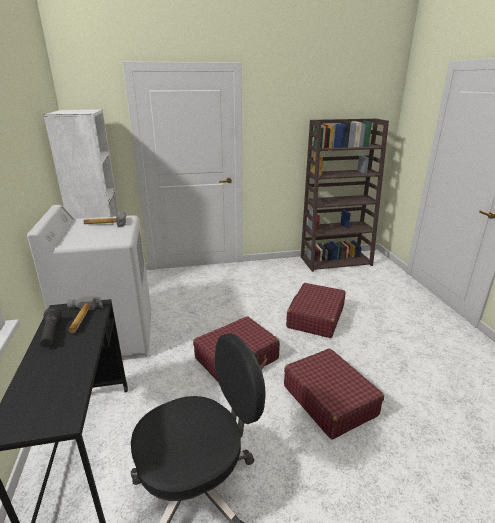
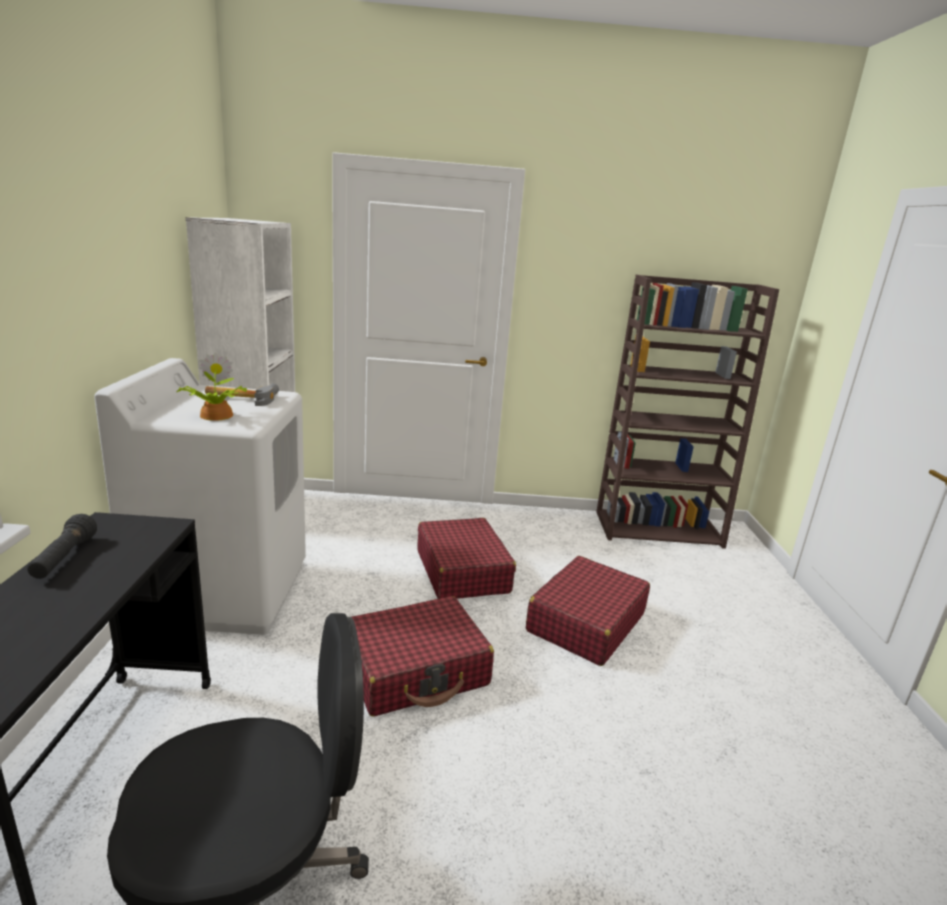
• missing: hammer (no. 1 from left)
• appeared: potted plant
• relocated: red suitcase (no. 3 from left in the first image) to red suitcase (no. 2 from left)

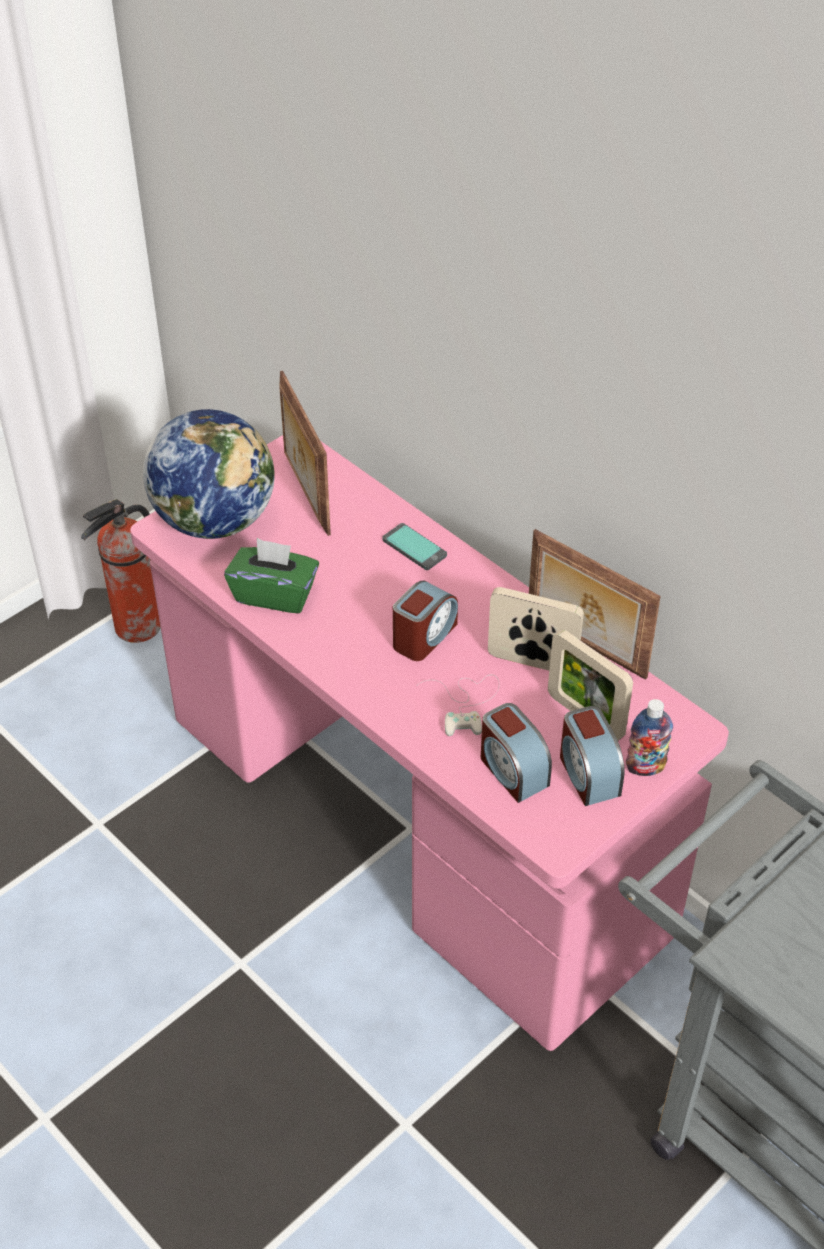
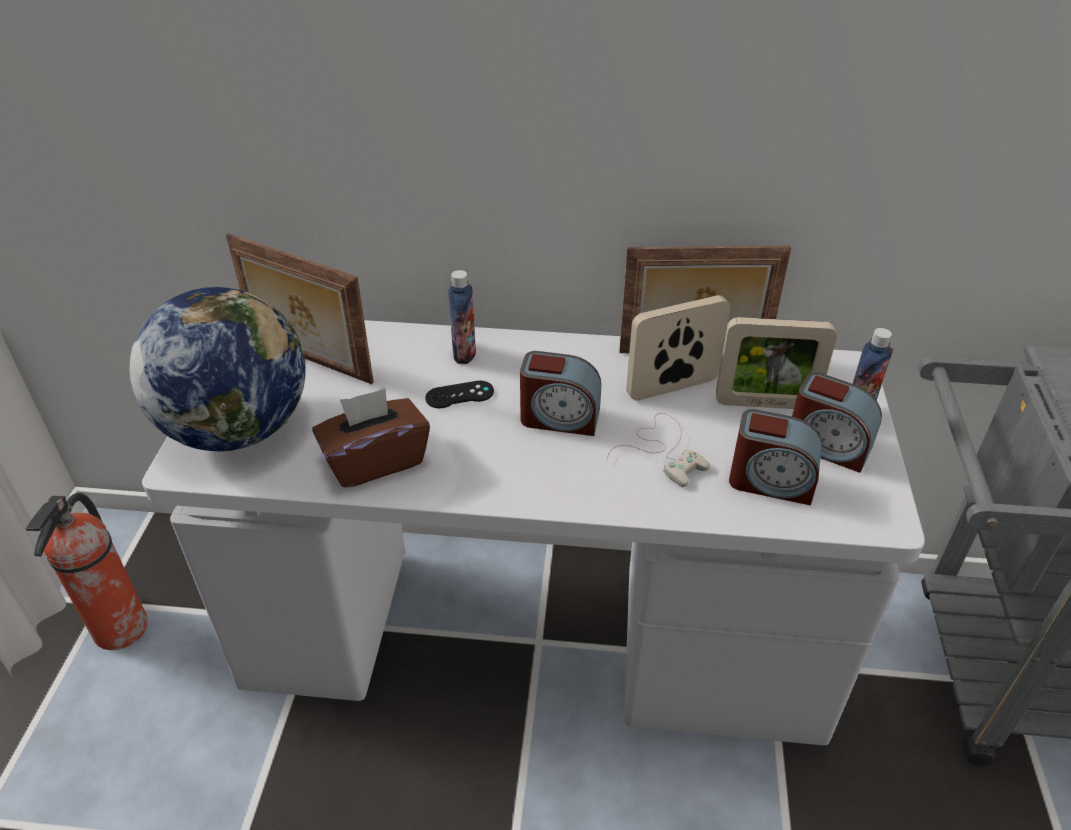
• appeared: black game controller
• exchanged: phone to bottle (no. 1 from left)
• colour: pink desk to white desk
• colour: green tissue box to brown tissue box
• spun: alarm clock (no. 1 from left) 105 degrees clockwise

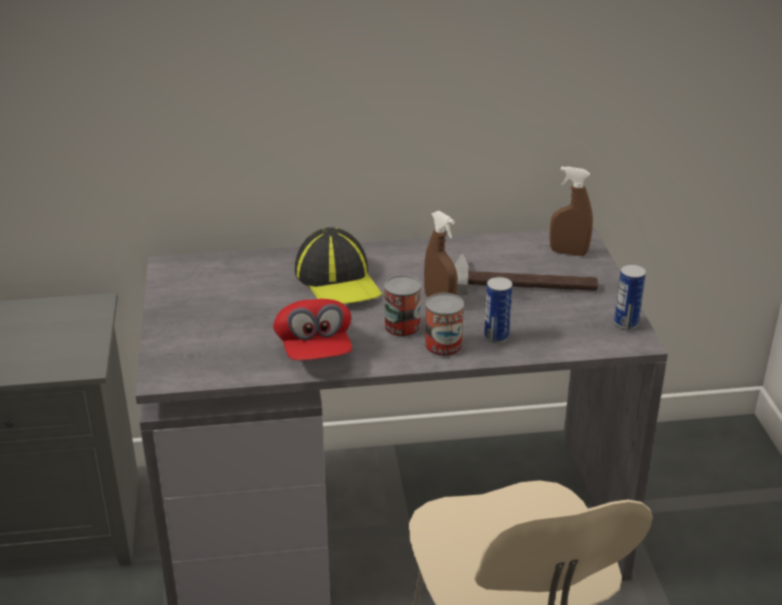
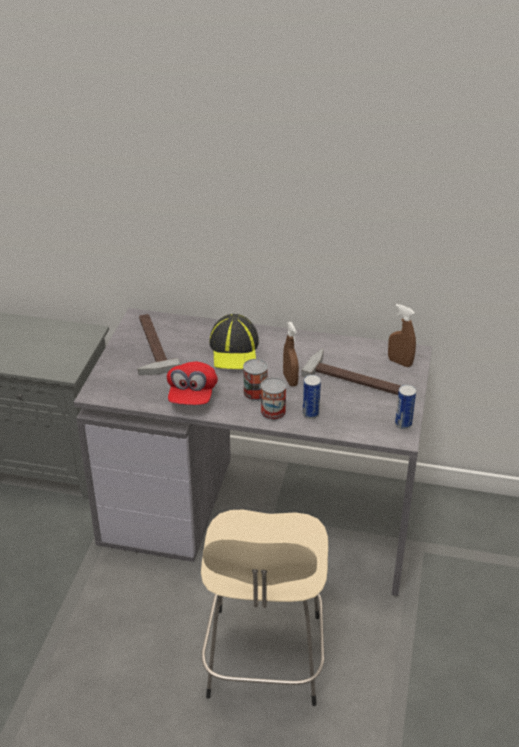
• appeared: hammer (no. 1 from left)

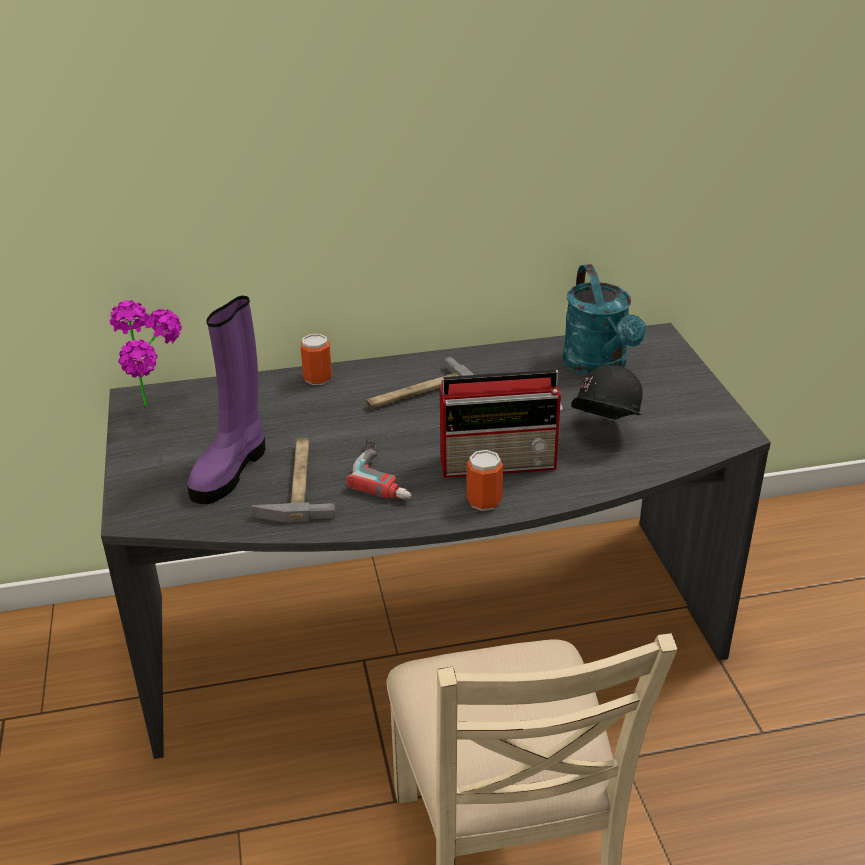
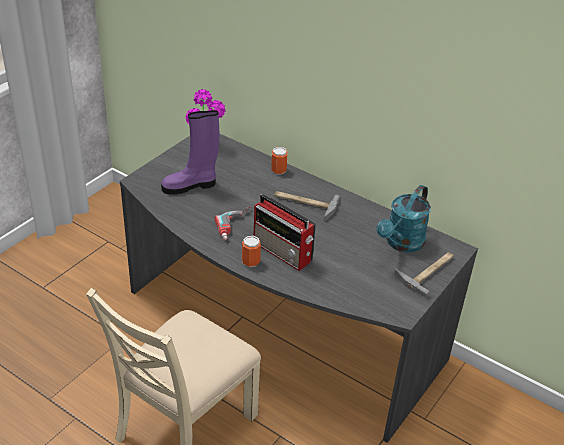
• missing: black hard hat
• relocated: hammer (no. 1 from left in the first image) to hammer (no. 2 from left)

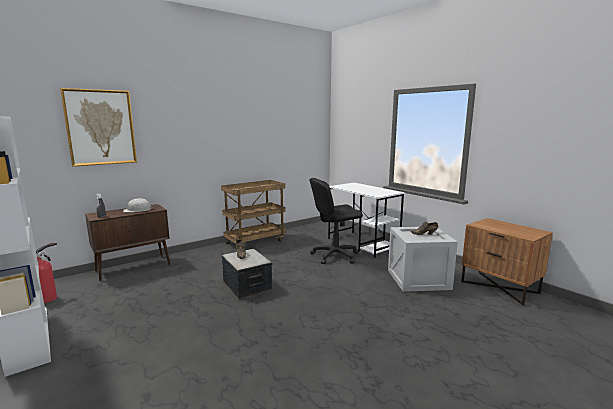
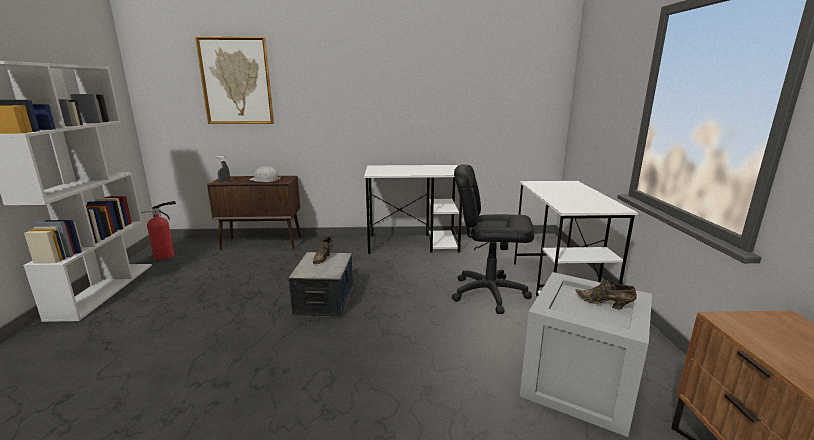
• exchanged: brown cart to white desk (no. 1 from left)

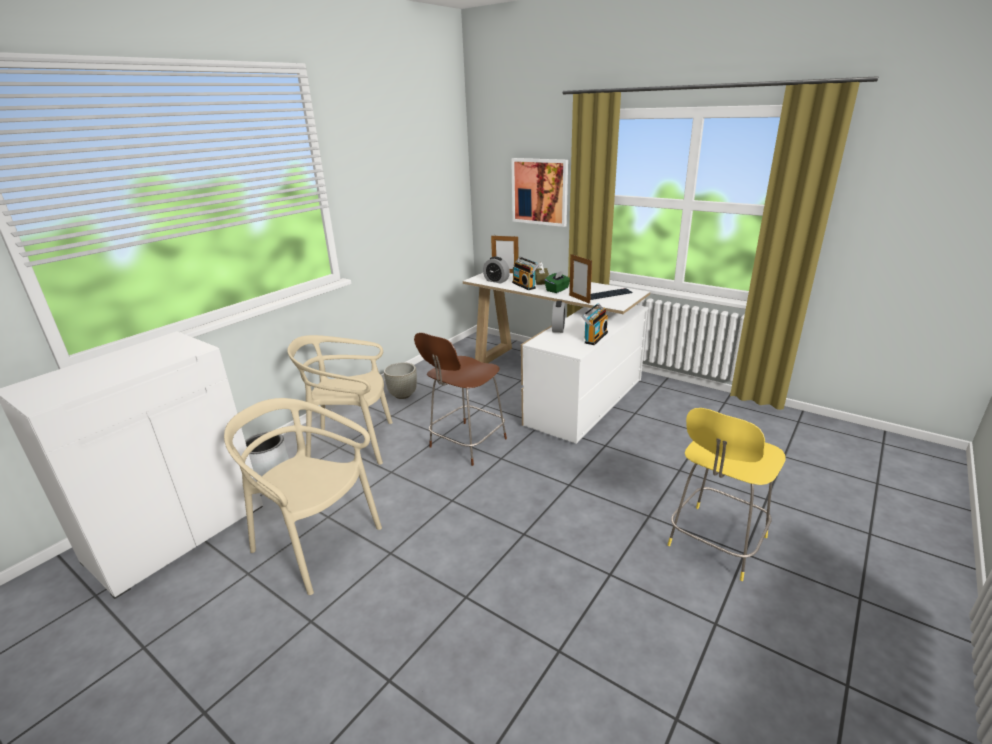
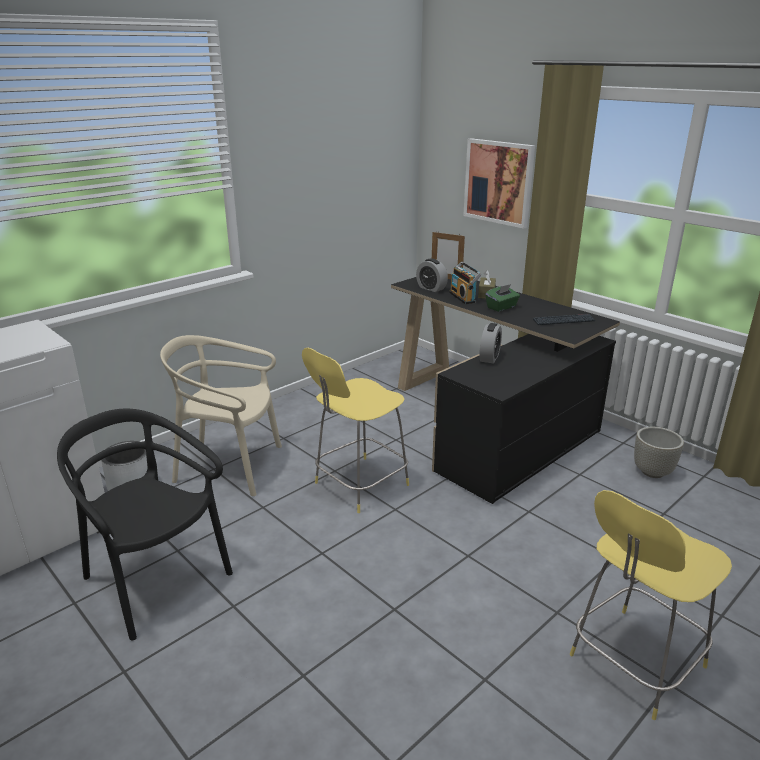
• missing: picture frame (no. 2 from left)
• missing: radio (no. 2 from left)
• relocated: grey planter (no. 2 from left)
• colour: beige chair (no. 1 from left) to black chair
• colour: brown stool to yellow stool (no. 1 from left)
• colour: white desk to black desk

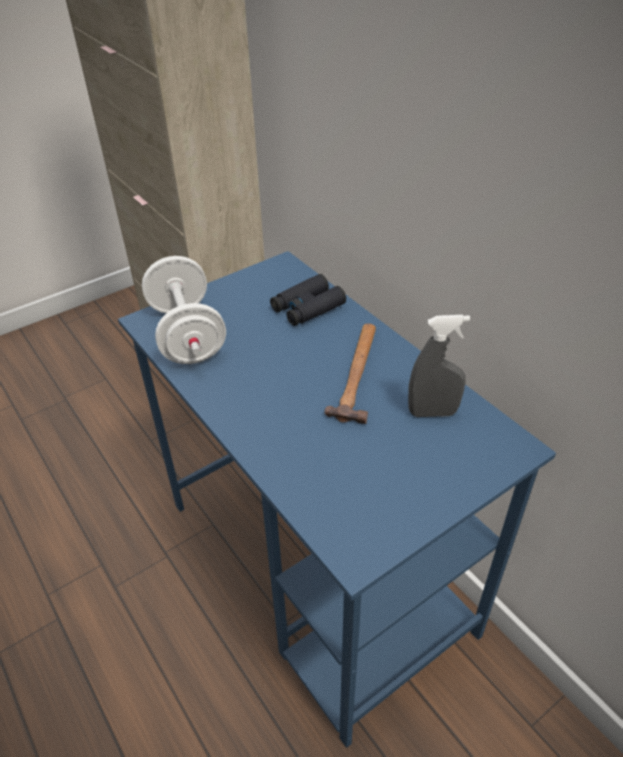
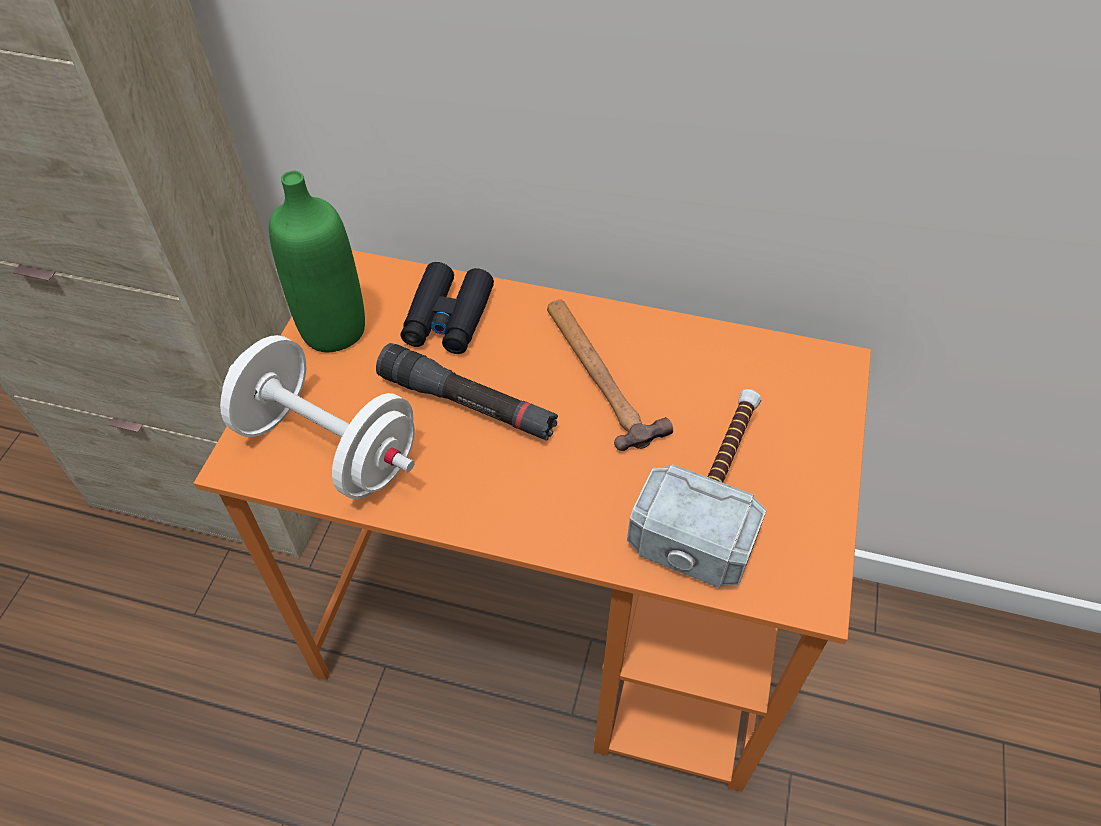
• missing: grey spray bottle
• appeared: green bottle
• appeared: black flashlight
• appeared: hammer (no. 2 from left)
• colour: blue desk to orange desk

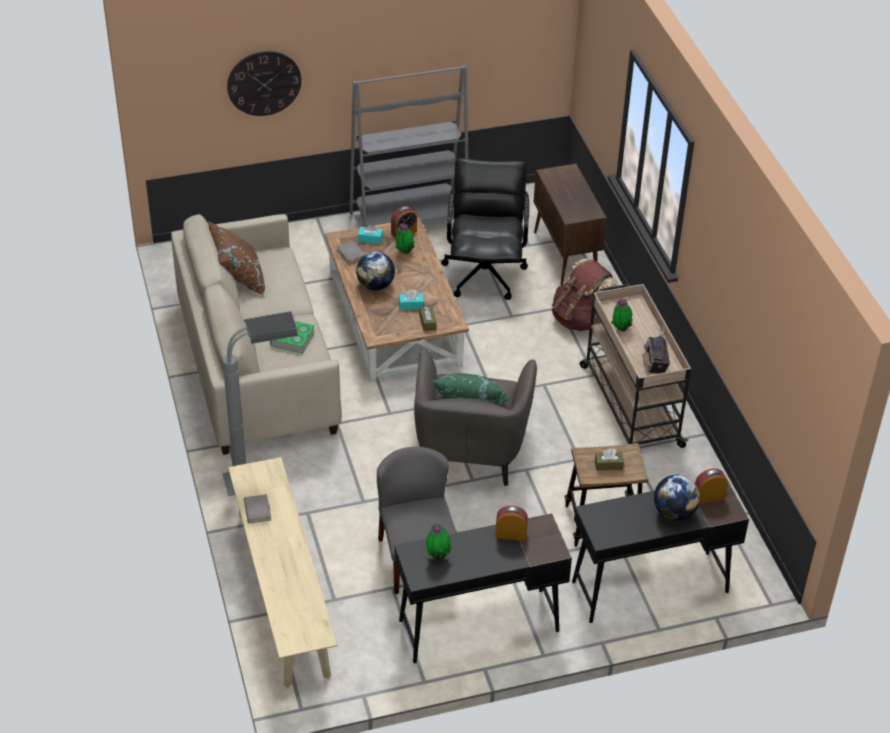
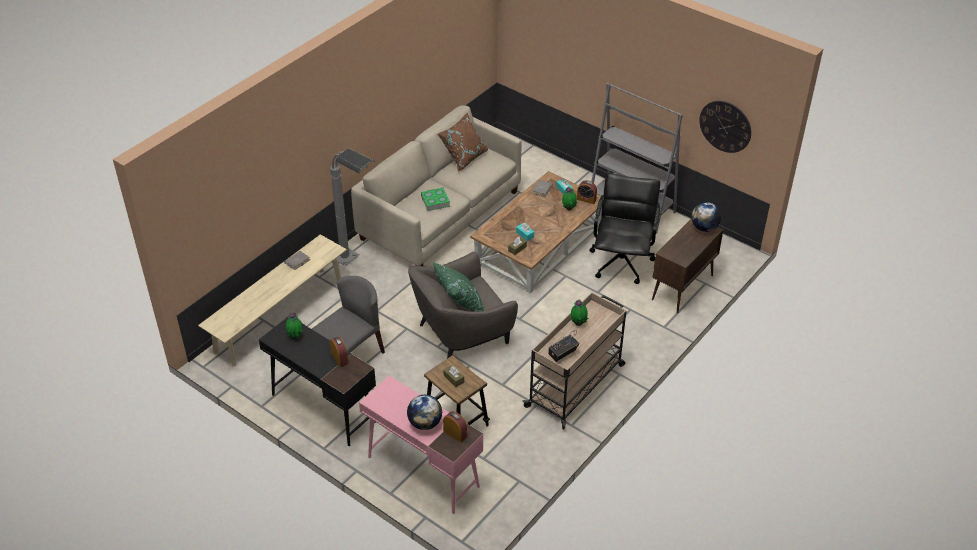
• missing: brown backpack
• relocated: wall clock
• relocated: globe (no. 1 from left in the first image) to globe (no. 2 from left)
• colour: black desk (no. 2 from left) to pink desk
• spun: black office chair 45 degrees counterclockwise

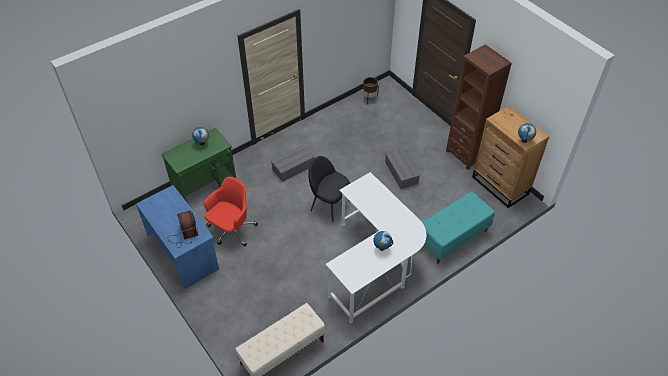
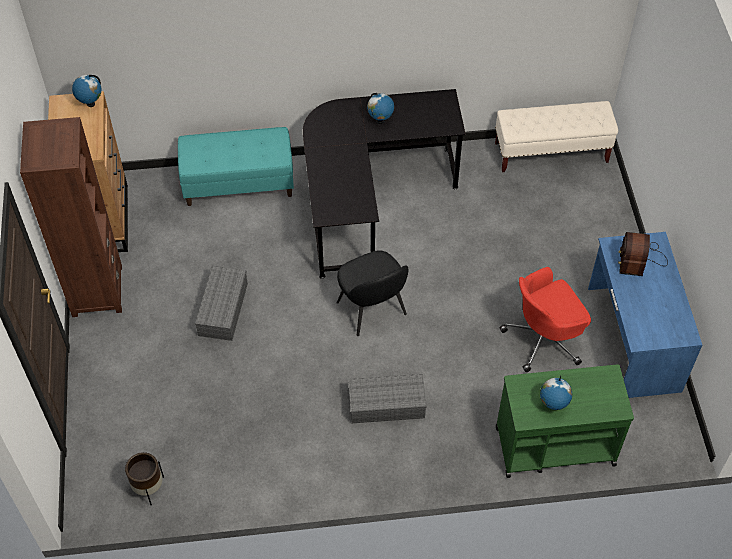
• colour: white desk to black desk

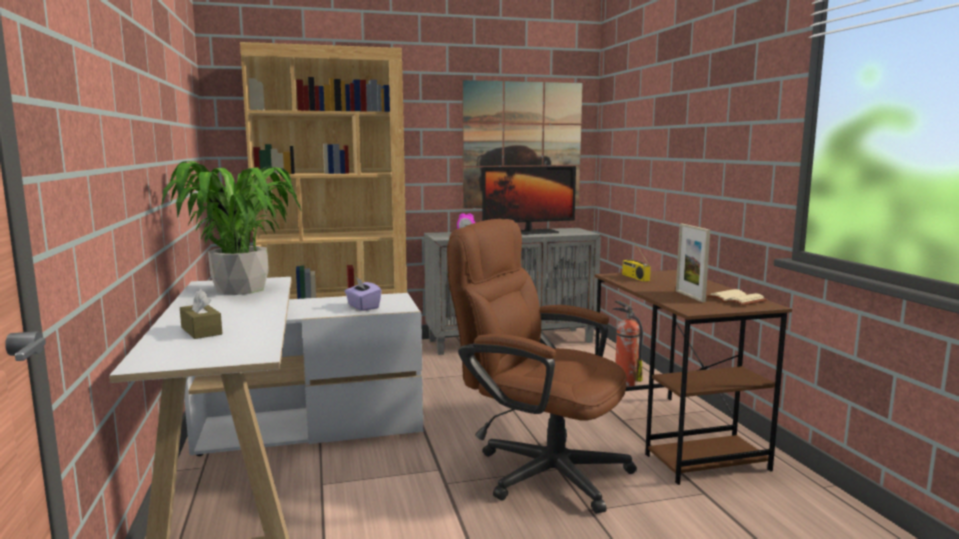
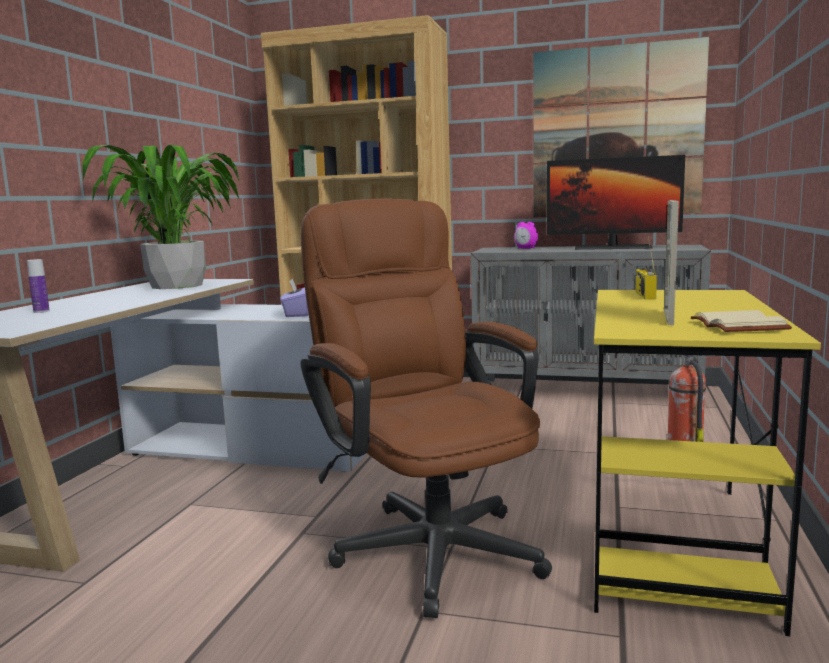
• exchanged: brown tissue box to bottle
• colour: brown desk to yellow desk

